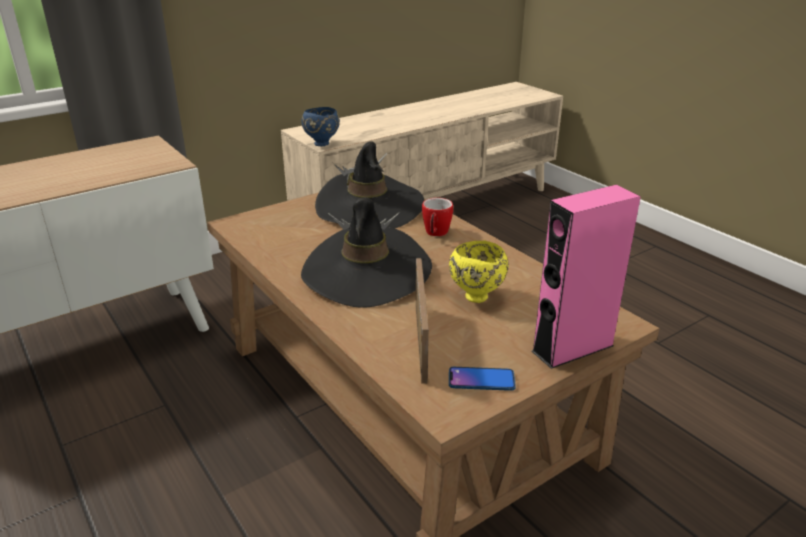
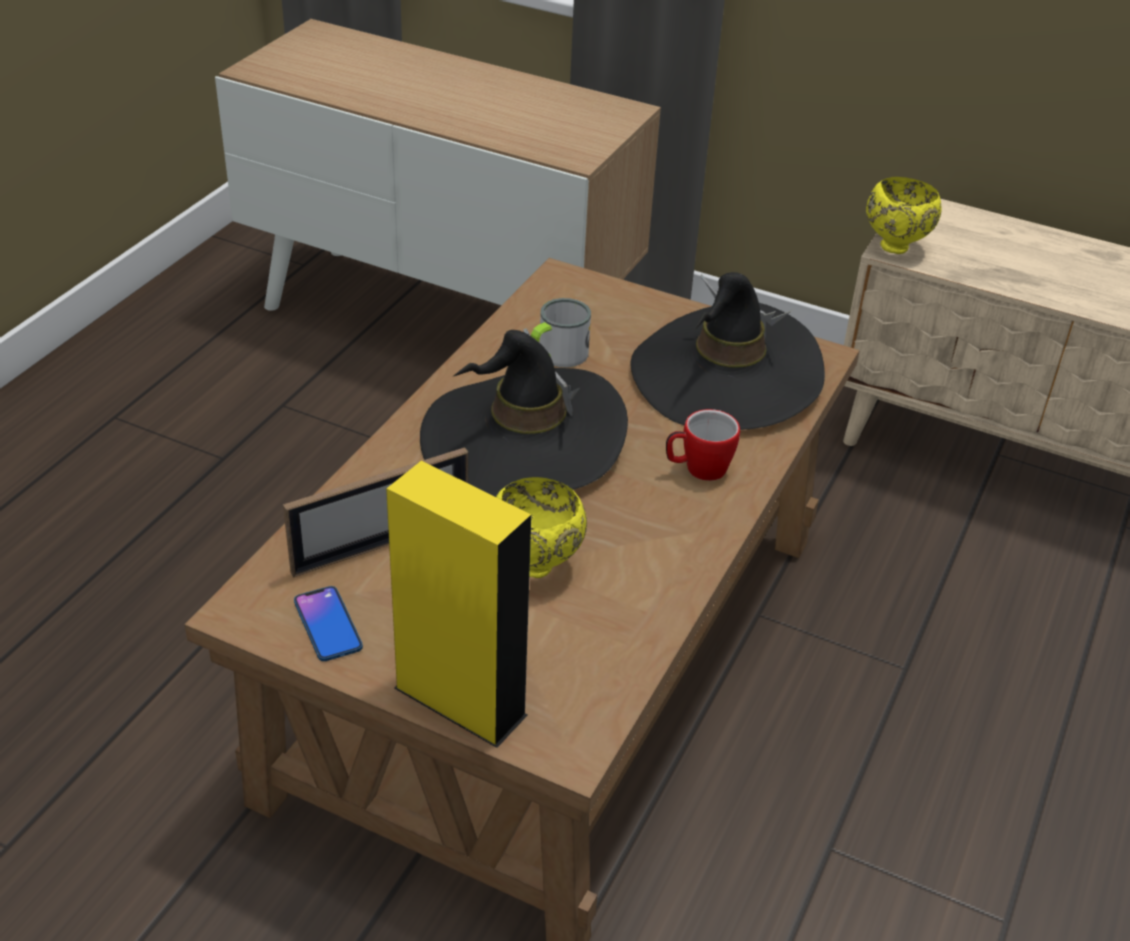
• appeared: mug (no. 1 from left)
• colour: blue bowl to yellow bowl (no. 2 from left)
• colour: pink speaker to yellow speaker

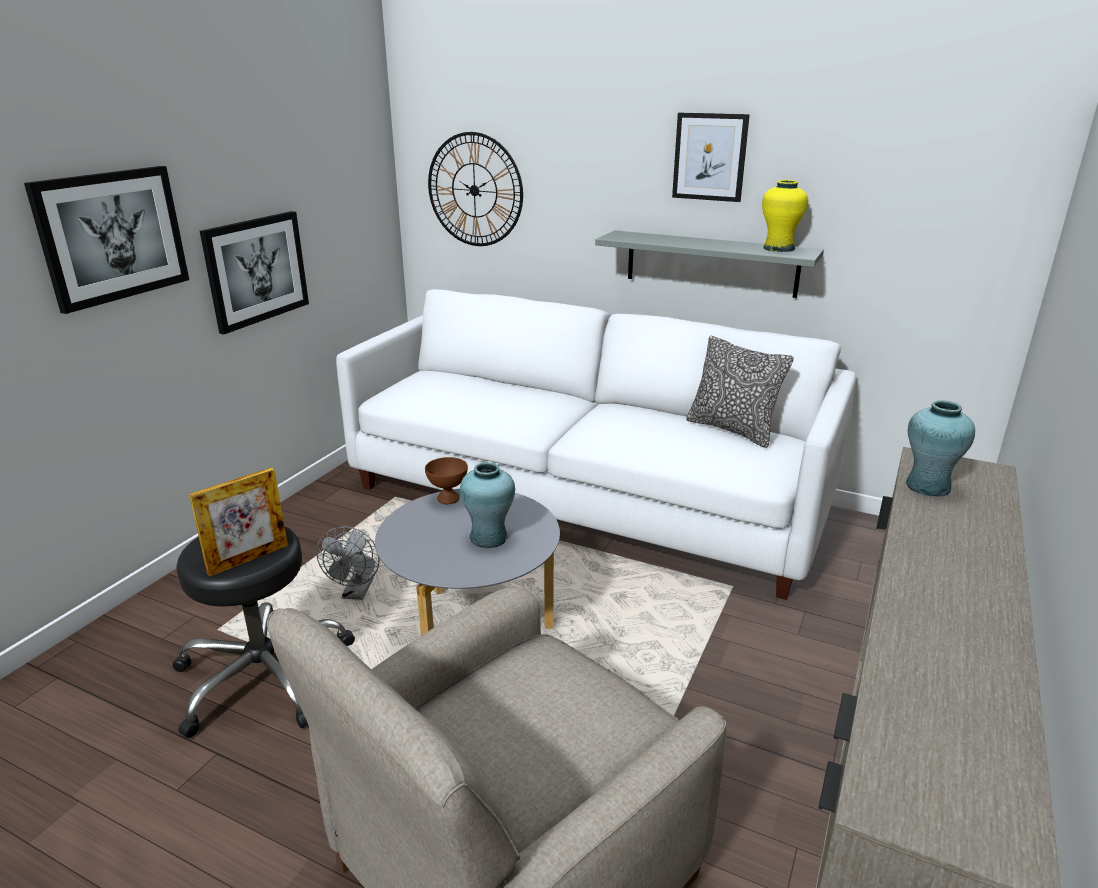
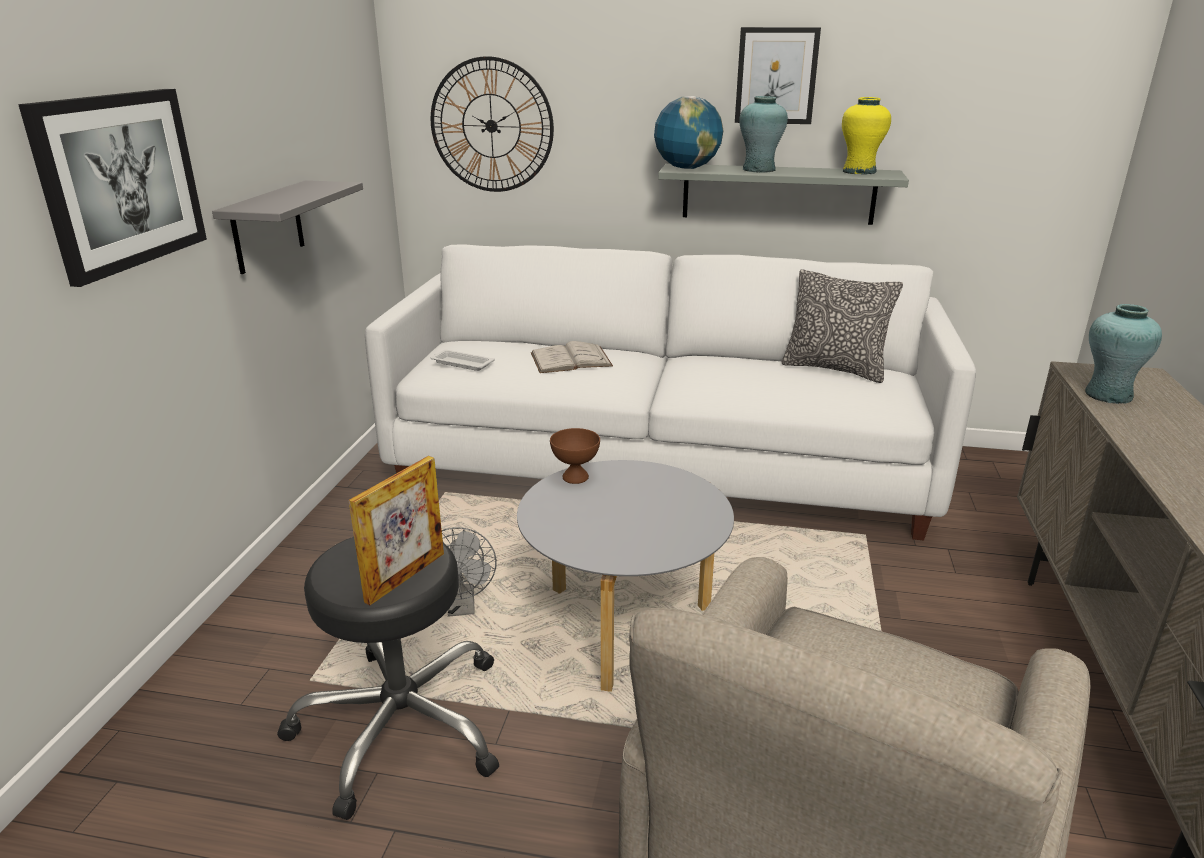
• appeared: white tray
• appeared: white book
• appeared: globe
• relocated: turquoise vase (no. 1 from left)
• exchanged: picture (no. 2 from left) to grey shelf (no. 1 from left)

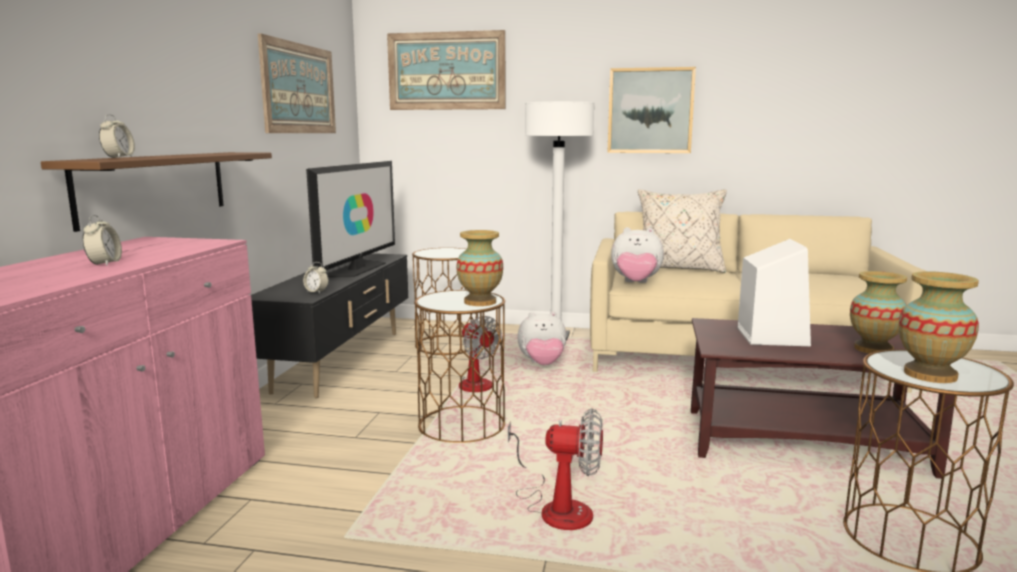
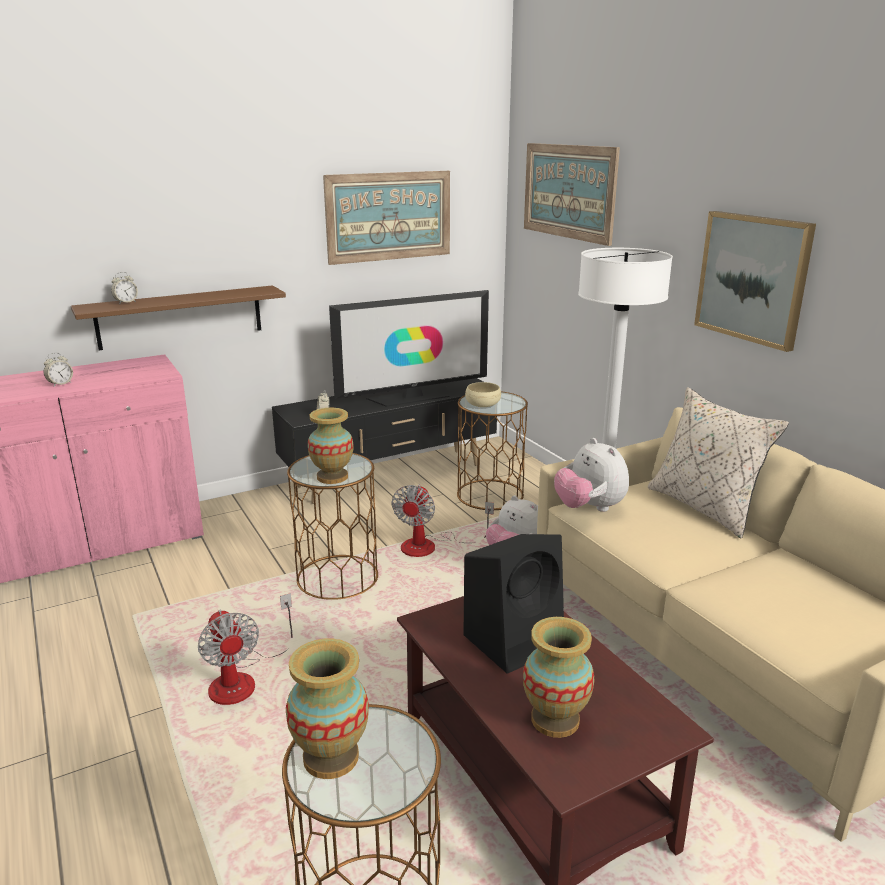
• appeared: beige bowl
• colour: white speaker to black speaker

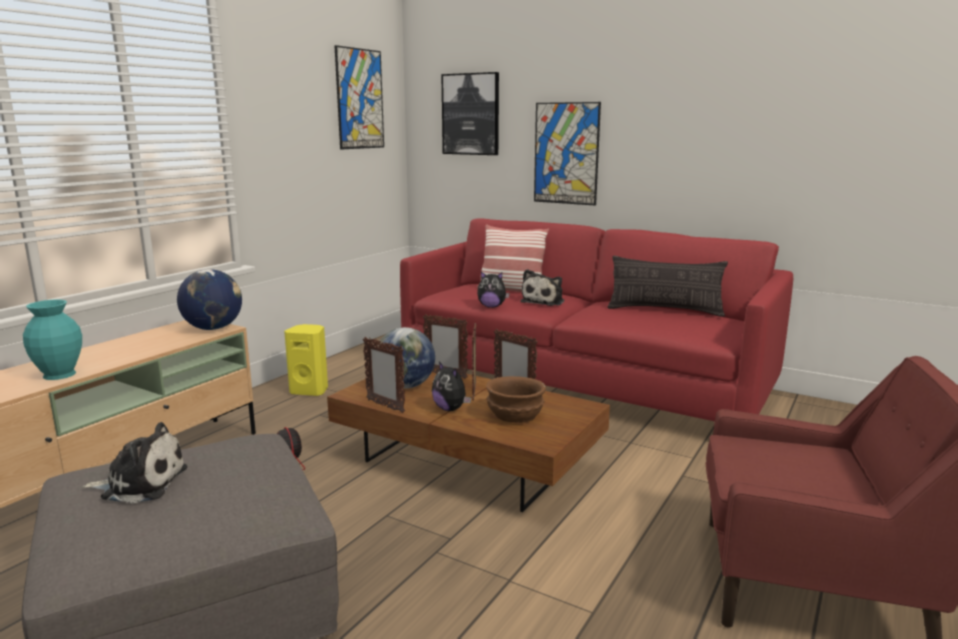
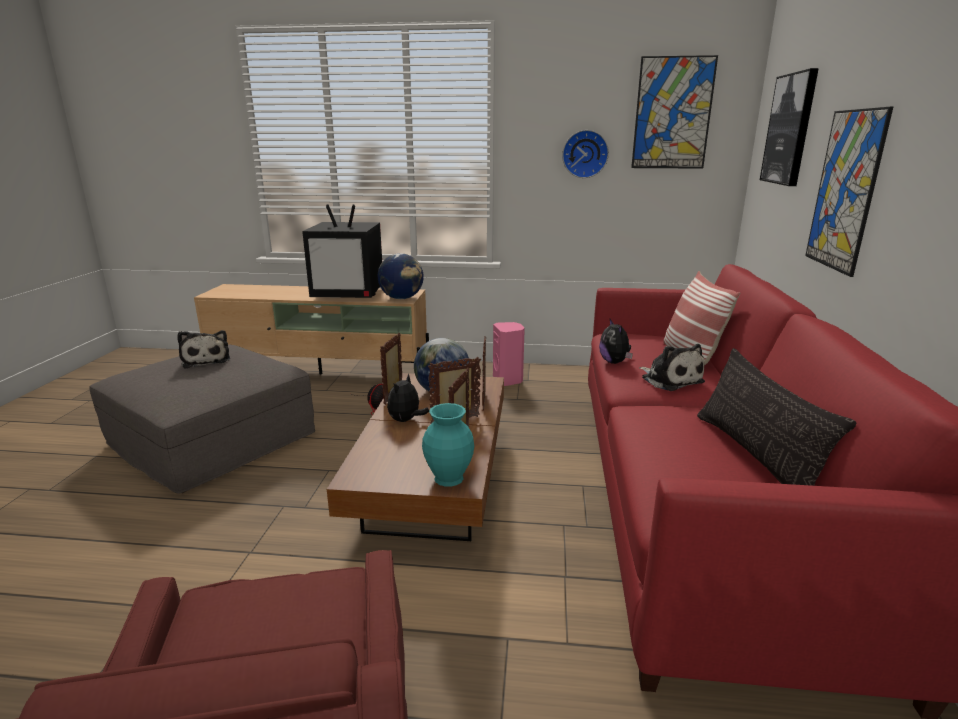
• missing: brown bowl
• appeared: television
• appeared: wall clock
• relocated: turquoise vase
• colour: yellow speaker to pink speaker
• spun: plush toy (no. 4 from left) 120 degrees counterclockwise

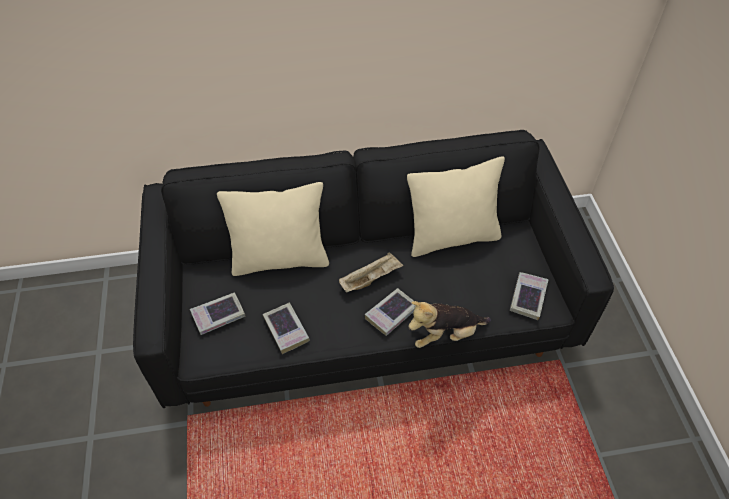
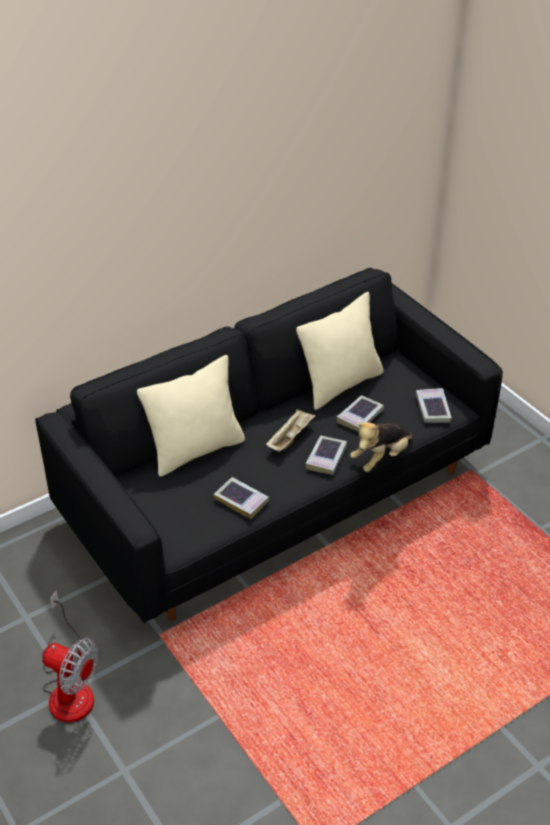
• appeared: fan
• relocated: book (no. 1 from left in the first image) to book (no. 3 from left)

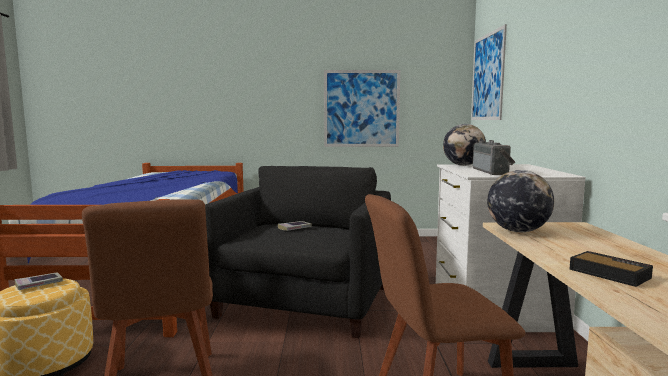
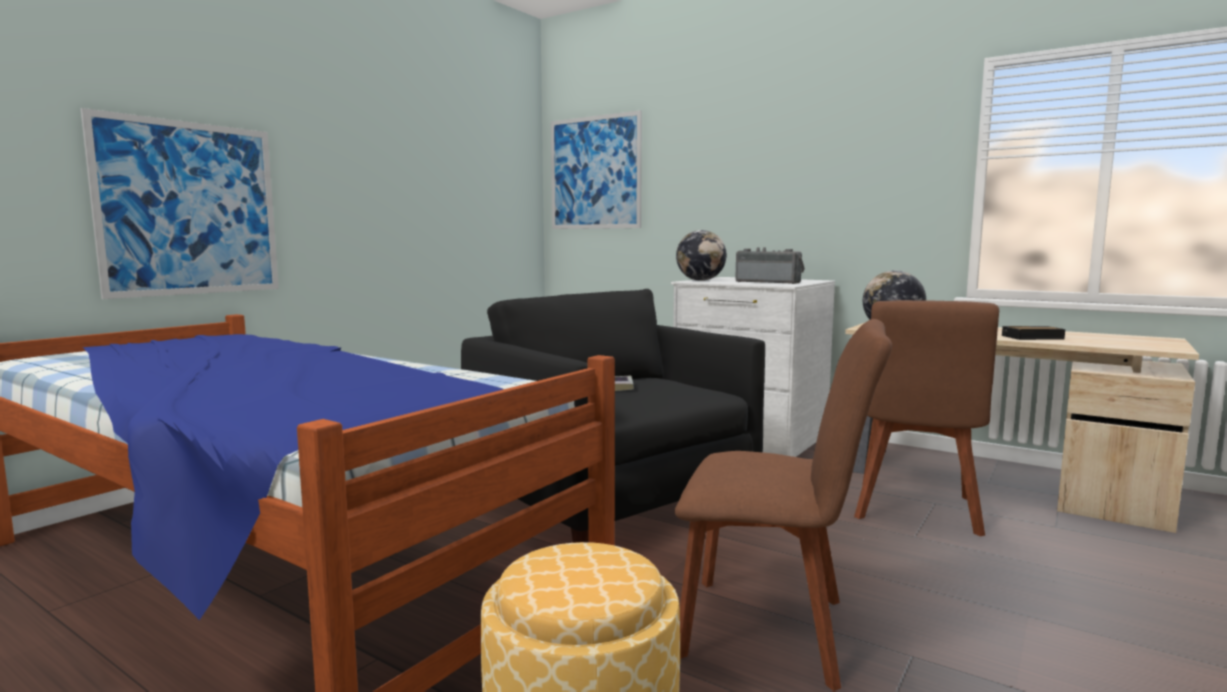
• missing: book (no. 1 from left)
• relocated: picture (no. 1 from left)

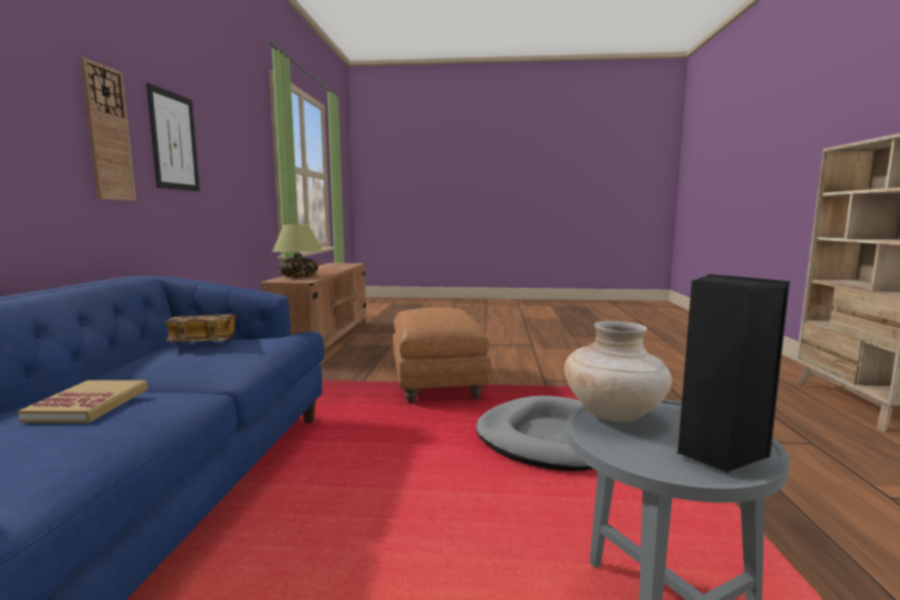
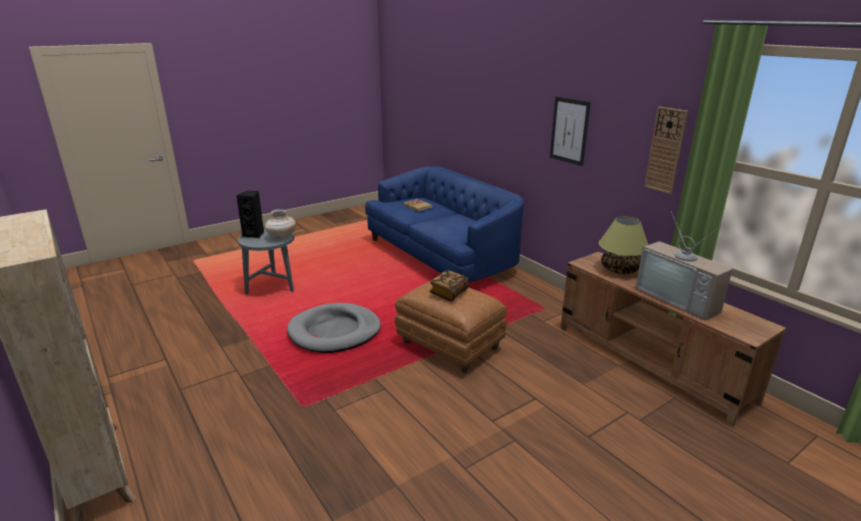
• appeared: television
• relocated: wall clock
• relocated: book (no. 2 from left)

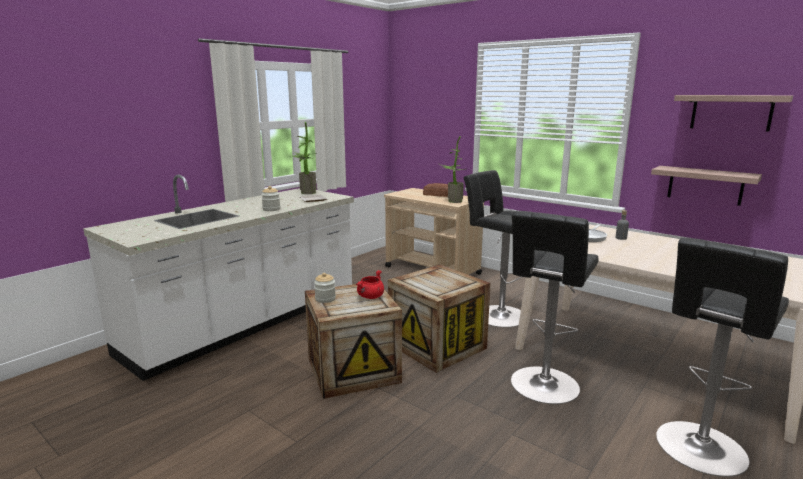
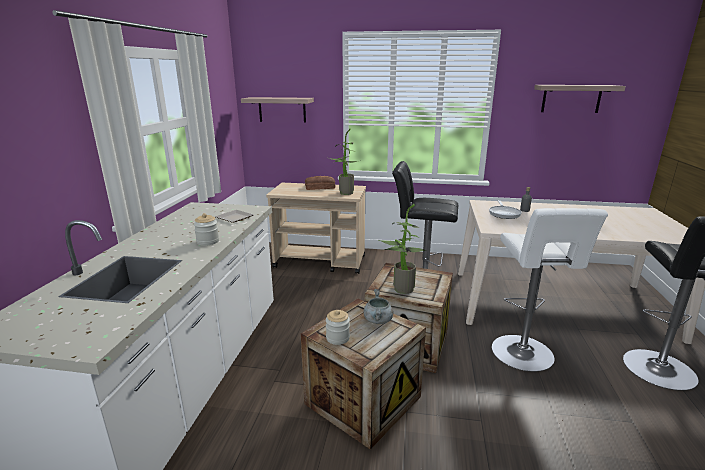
• relocated: potted plant (no. 1 from left in the first image) to potted plant (no. 2 from left)
• relocated: shelf (no. 1 from left)
• colour: red cooking pot to grey cooking pot
• colour: black stool (no. 2 from left) to white stool

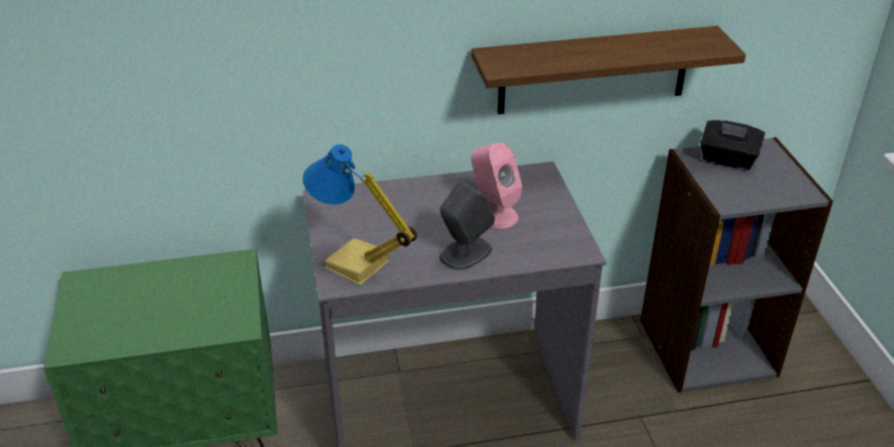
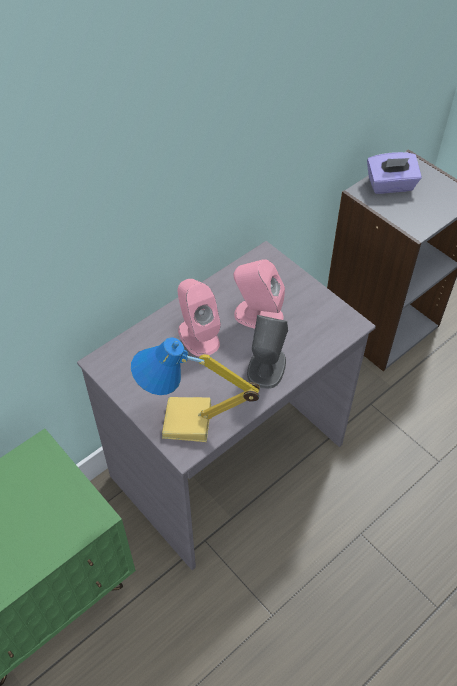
• missing: shelf
• appeared: pink speaker (no. 1 from left)
• colour: black tissue box to purple tissue box

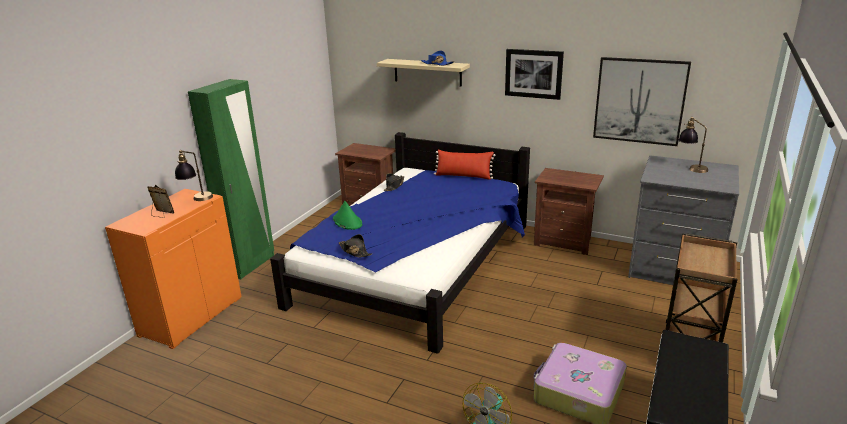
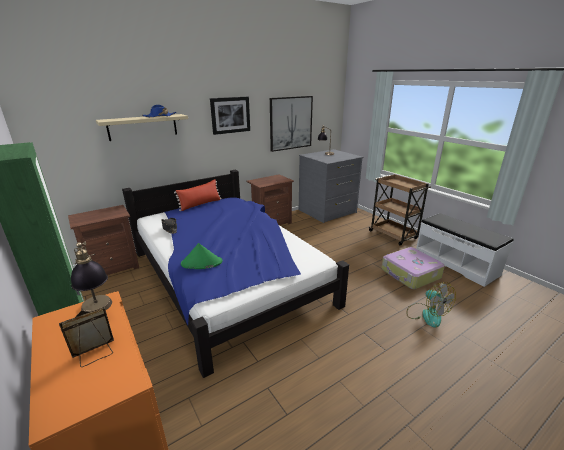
• missing: black hat (no. 1 from left)

